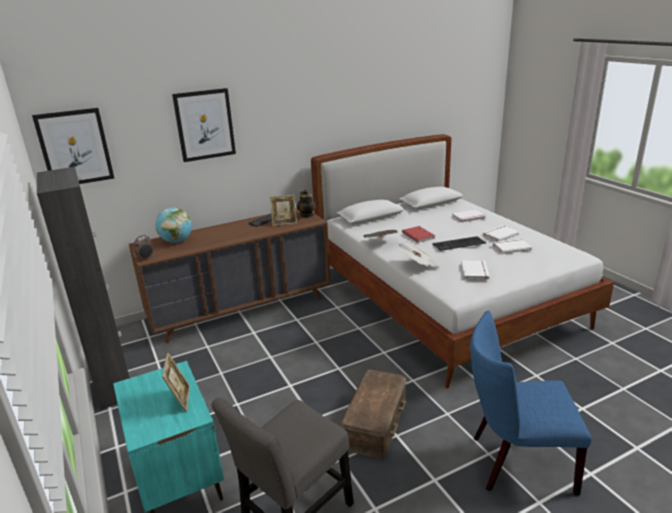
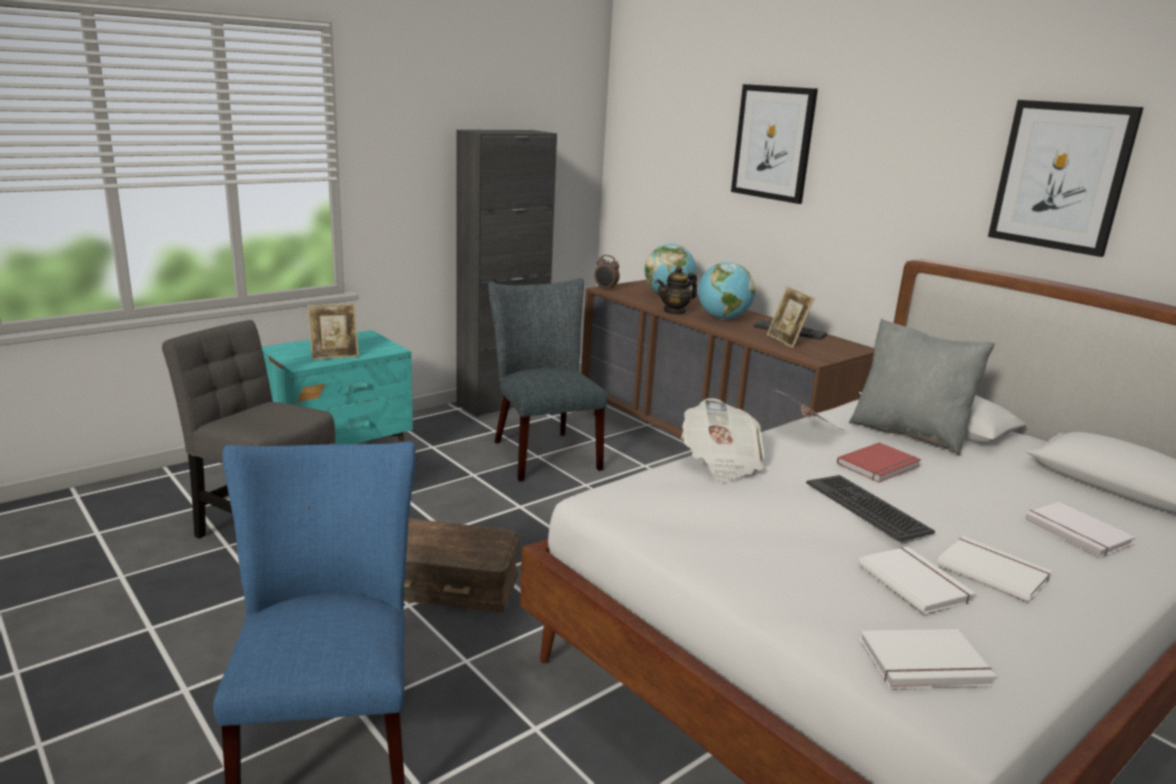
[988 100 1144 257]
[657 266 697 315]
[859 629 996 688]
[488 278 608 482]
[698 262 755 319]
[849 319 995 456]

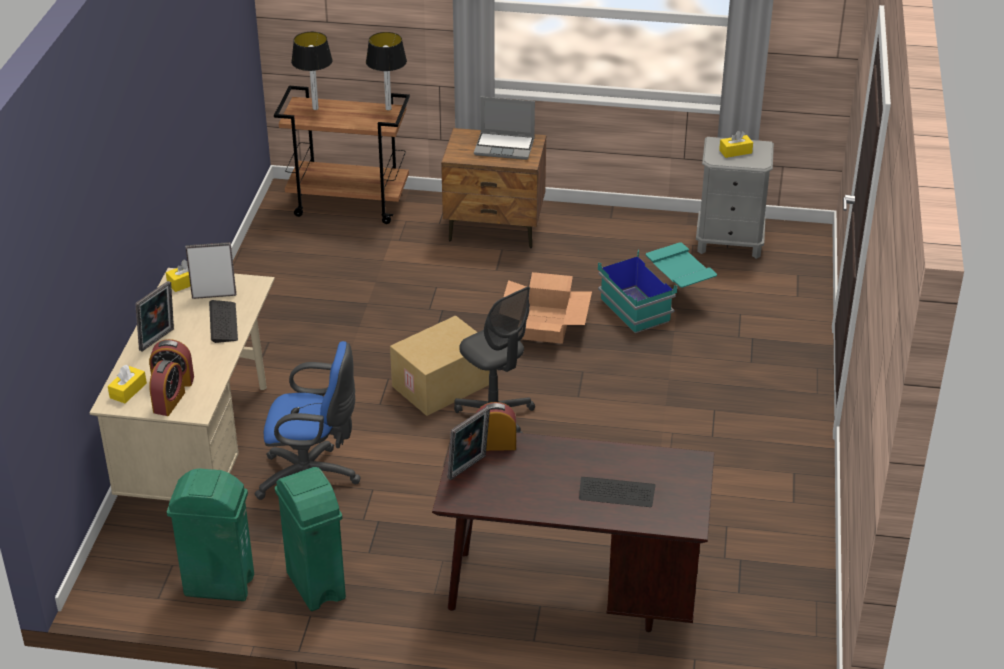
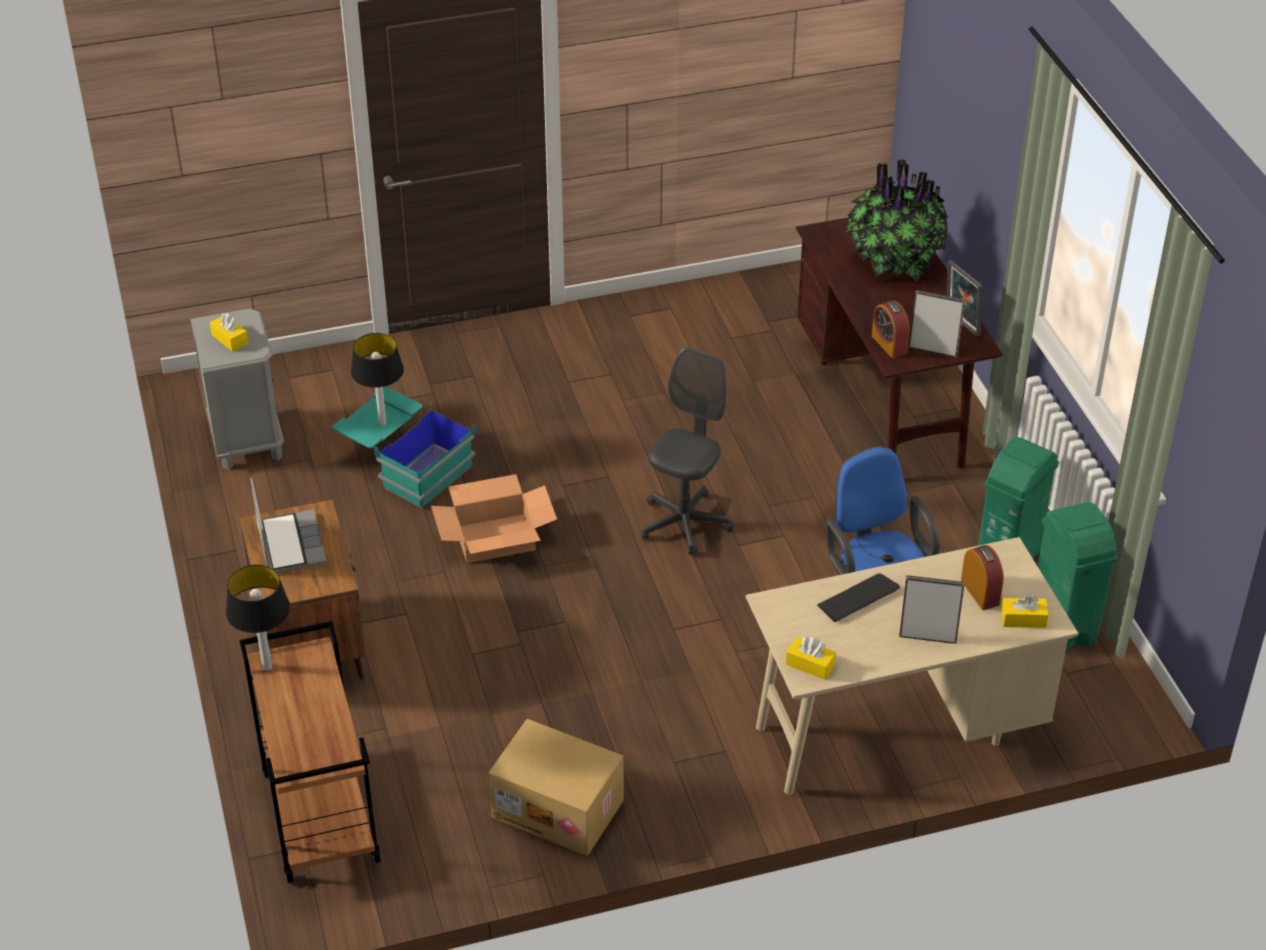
[149 360 185 416] (first image)
[947 260 982 336]
[351 333 404 426]
[488 719 624 856]
[842 160 949 281]

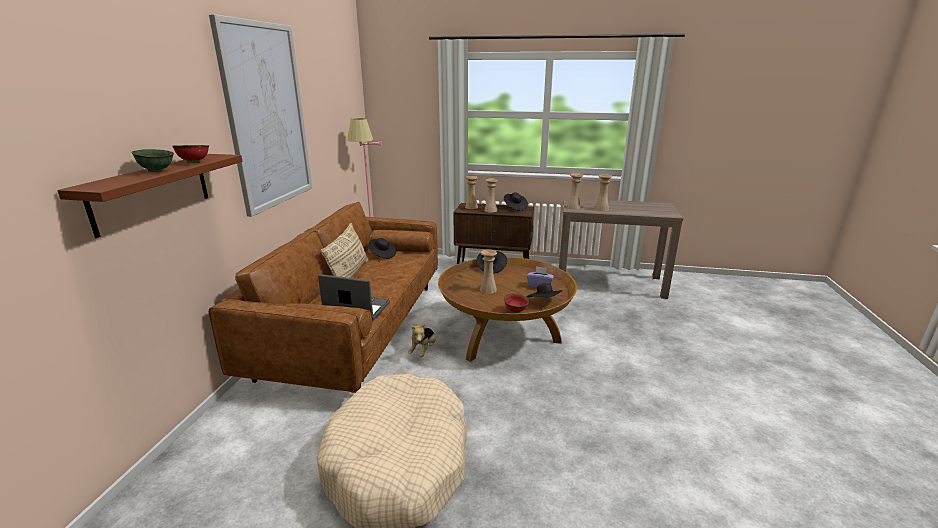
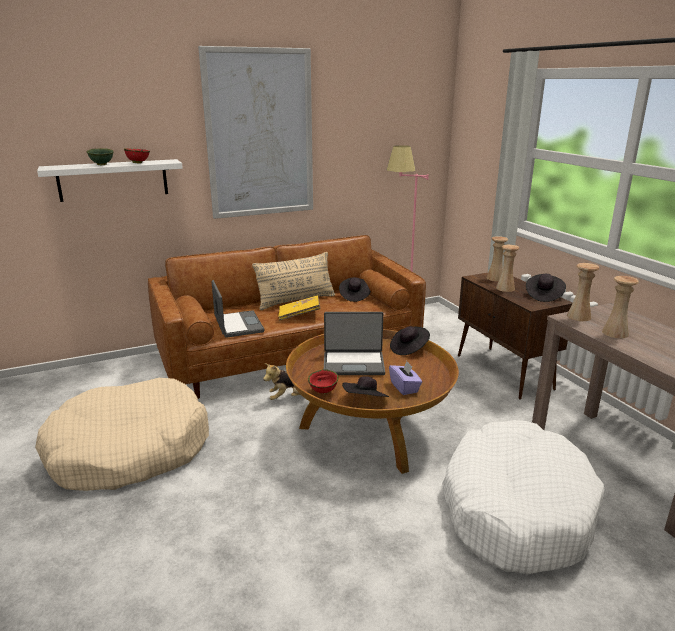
[37 159 183 202]
[324 312 385 375]
[278 296 321 320]
[442 420 605 575]

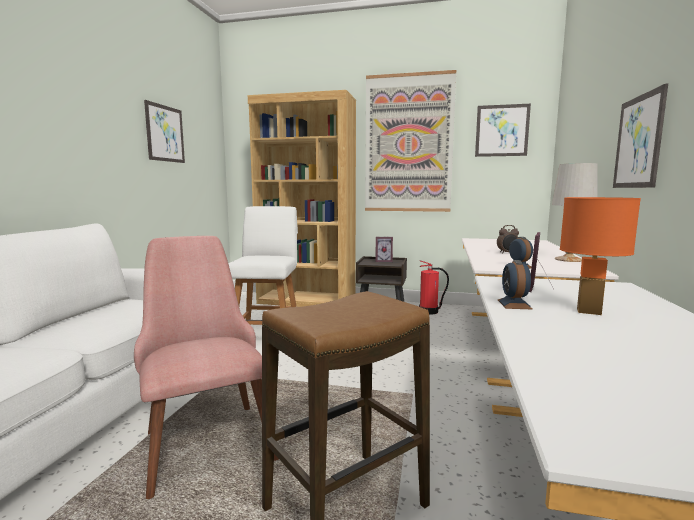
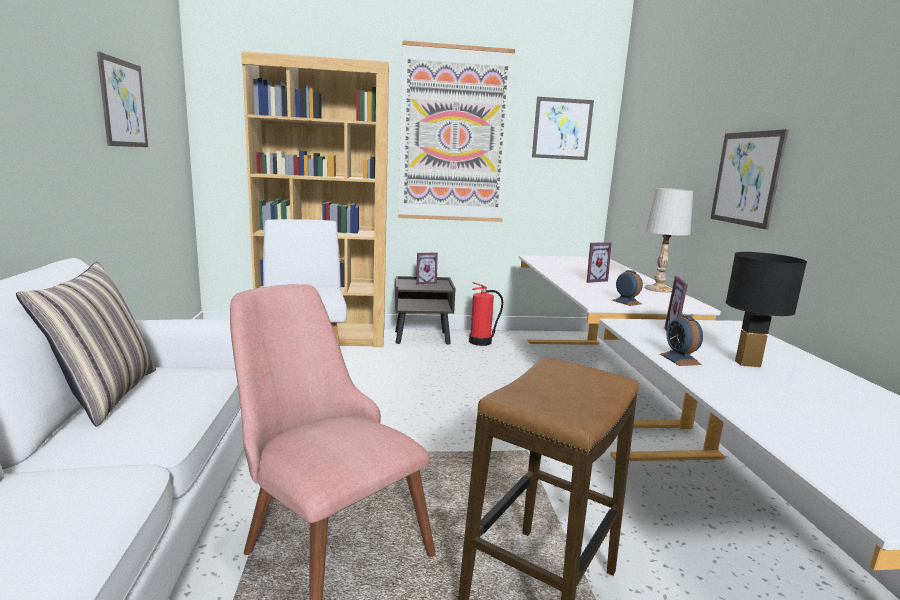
[587 242 612 283]
[726 252 807 367]
[16 262 156 427]

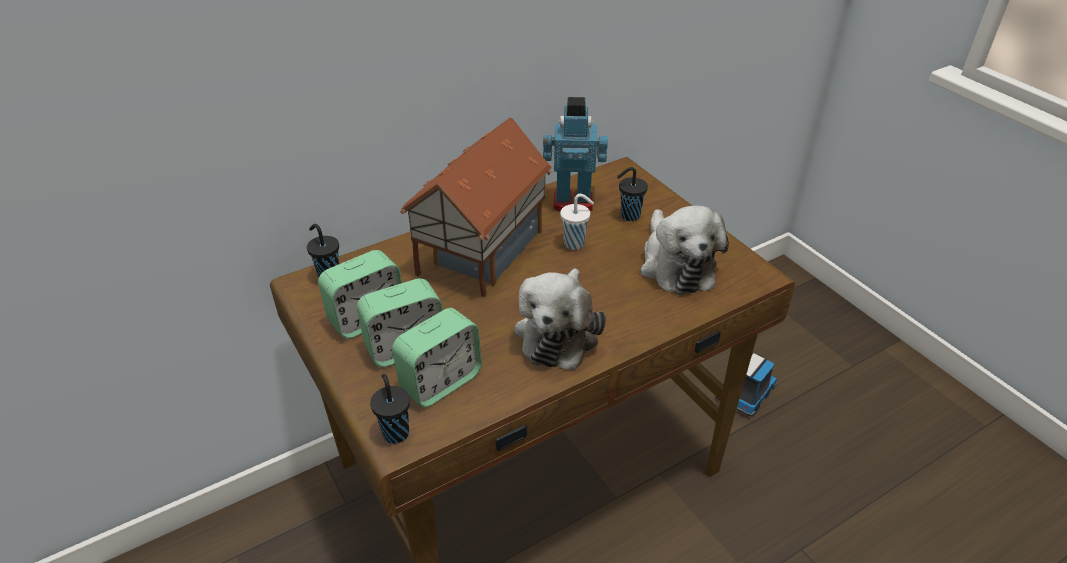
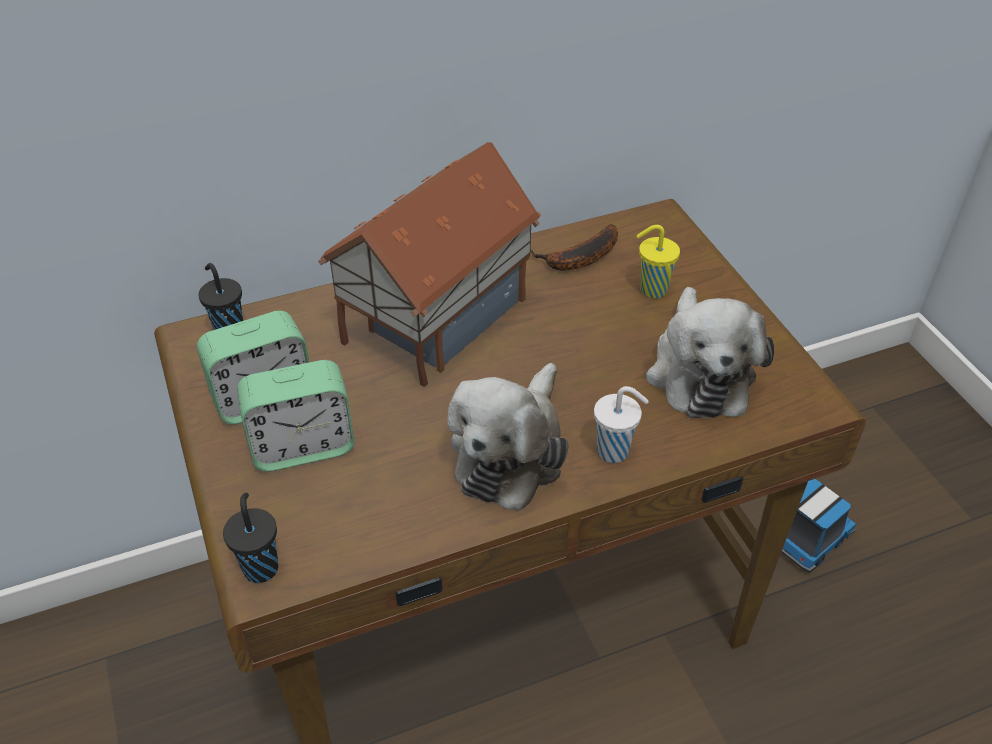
[392 308 482 408] (first image)
[530 224 618 270]
[594 386 649 463]
[637 225 680 298]

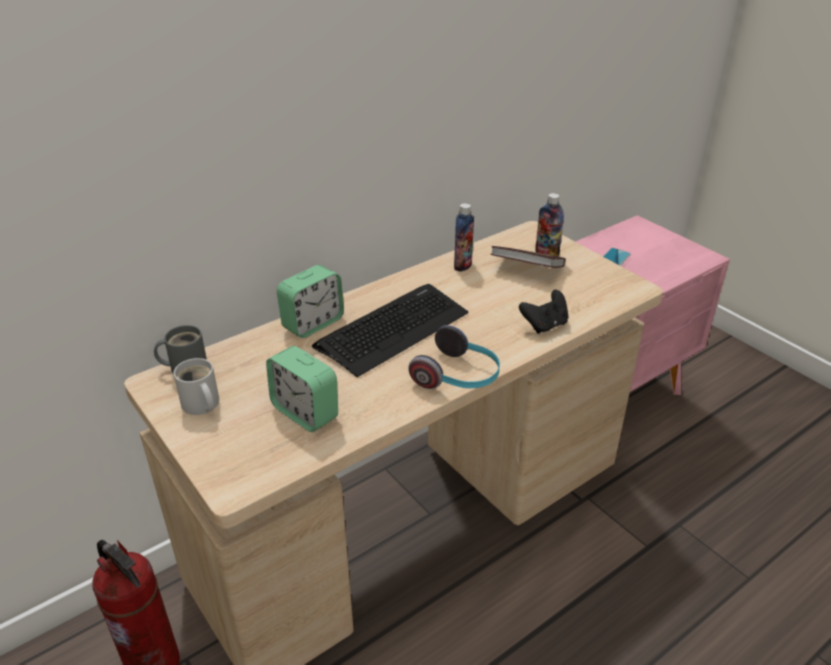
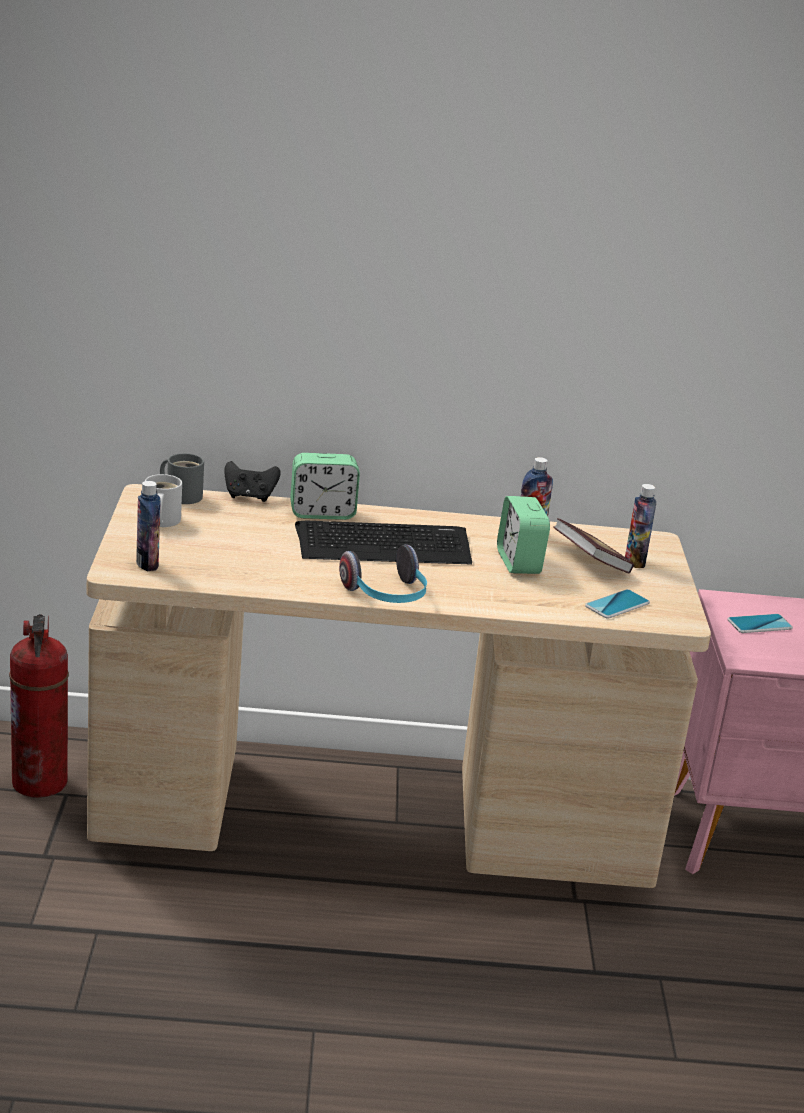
[497 496 550 574]
[225 461 281 502]
[136 481 161 571]
[585 589 650 619]

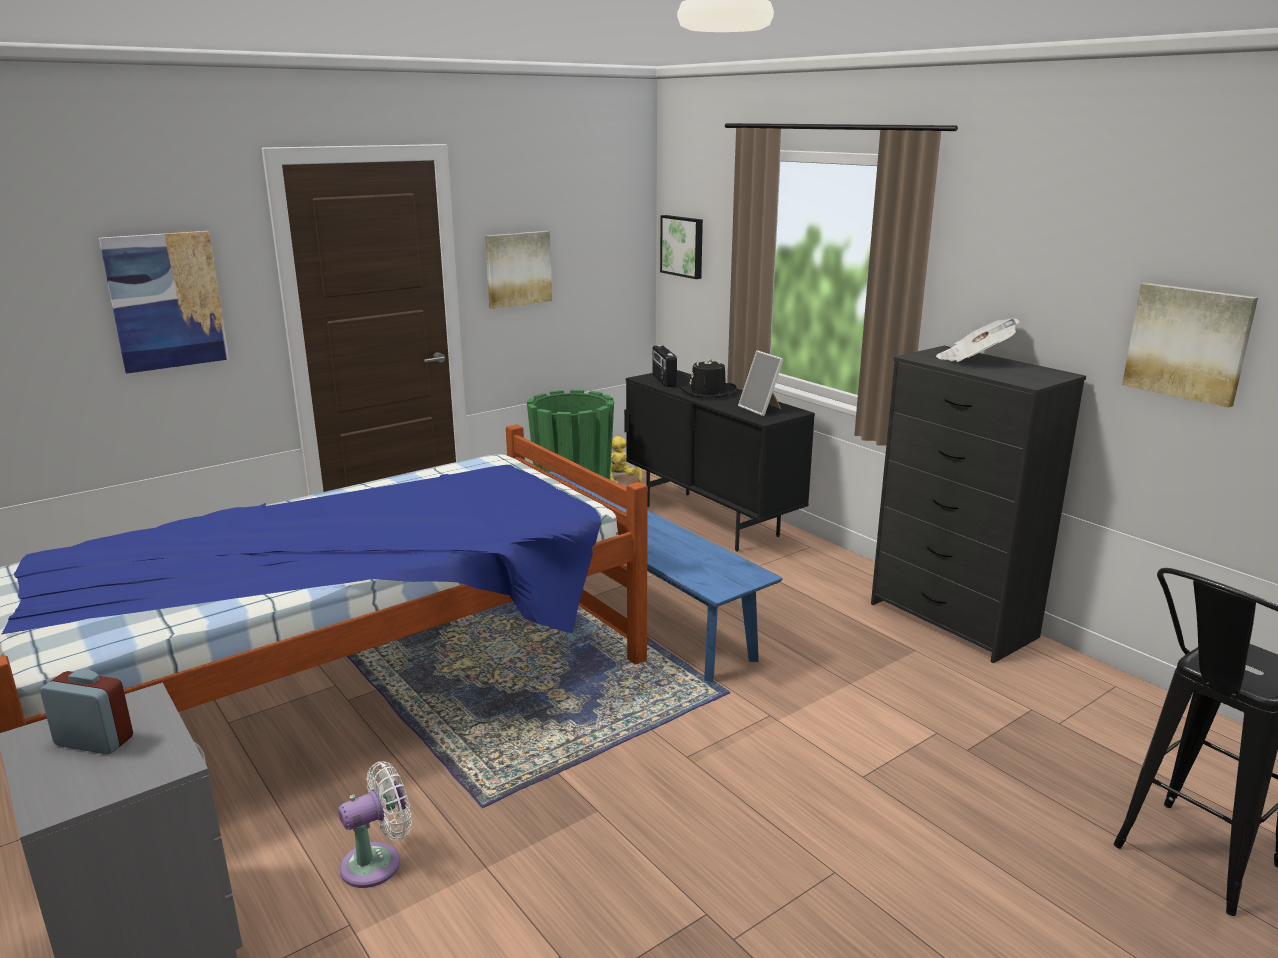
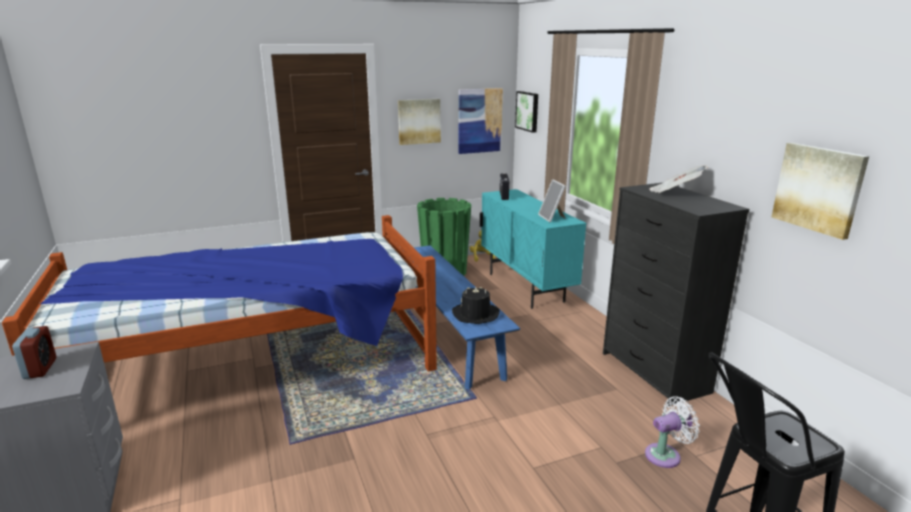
[12 326 56 379]
[459 88 503 154]
[645 396 700 468]
[480 189 586 309]
[452 287 500 324]

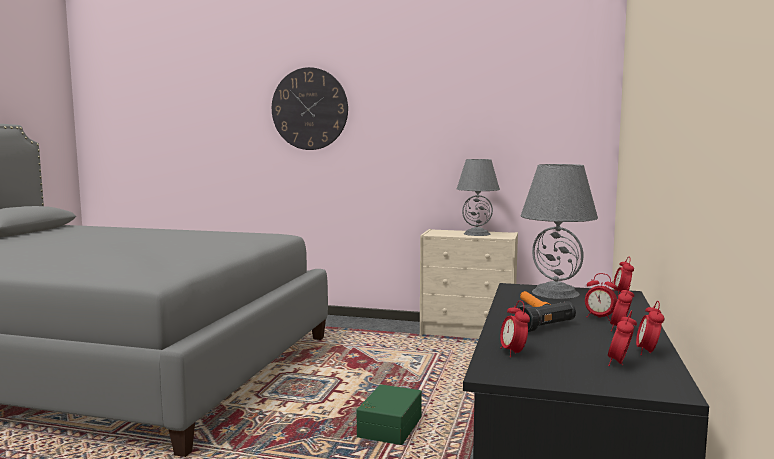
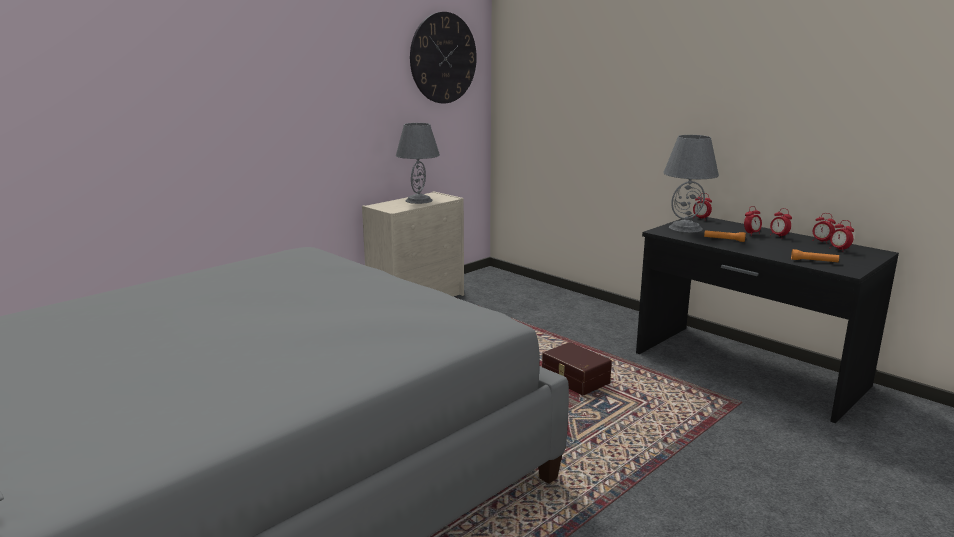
[410 12 477 104]
[542 342 612 395]
[791 249 839 262]
[518 301 576 332] (first image)

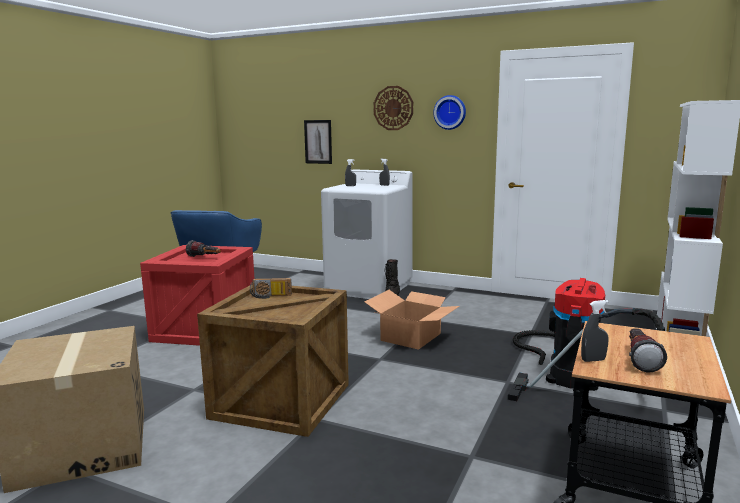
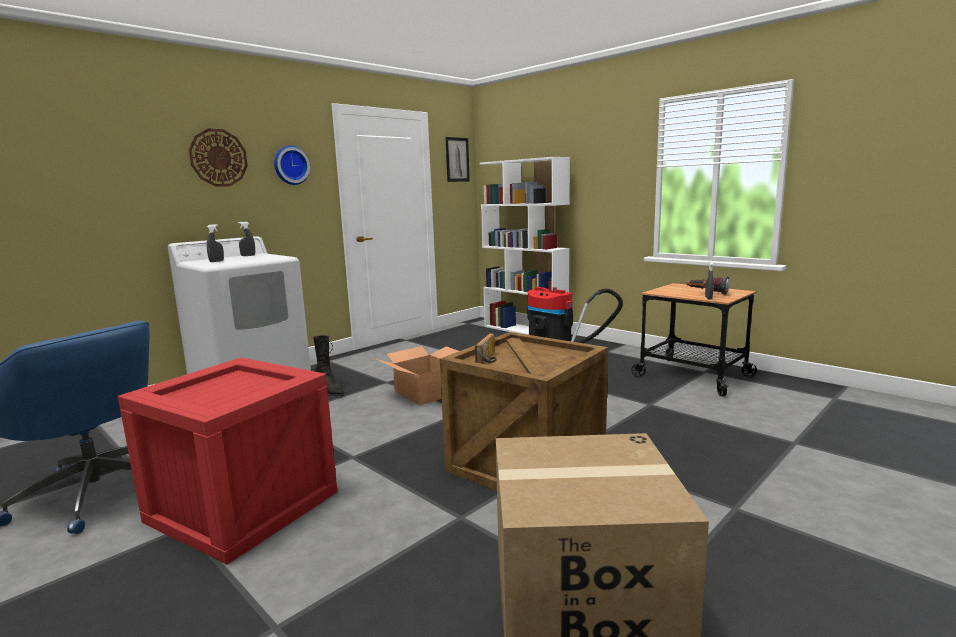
[186 240 221 257] (first image)
[446 137 470 182]

